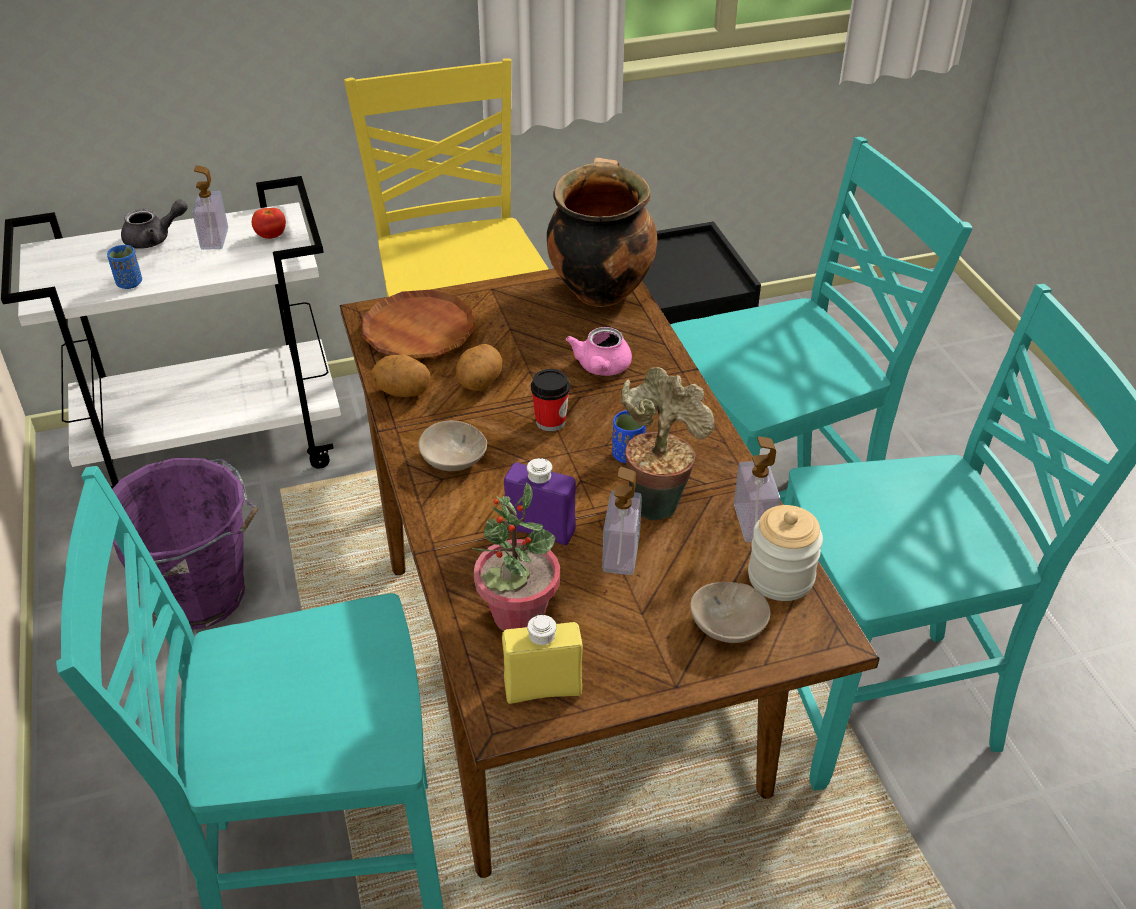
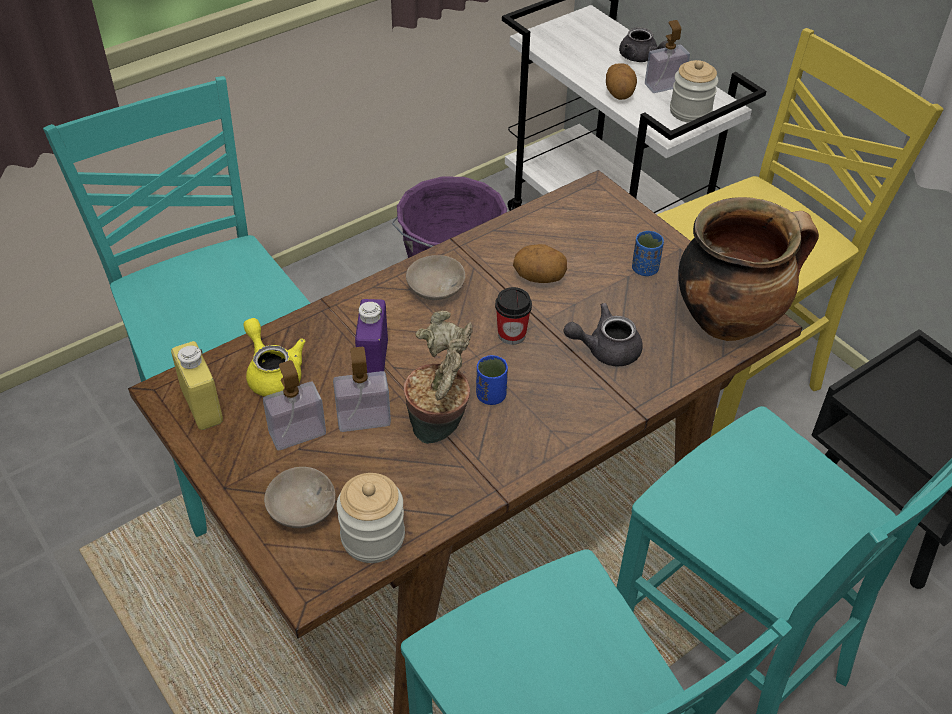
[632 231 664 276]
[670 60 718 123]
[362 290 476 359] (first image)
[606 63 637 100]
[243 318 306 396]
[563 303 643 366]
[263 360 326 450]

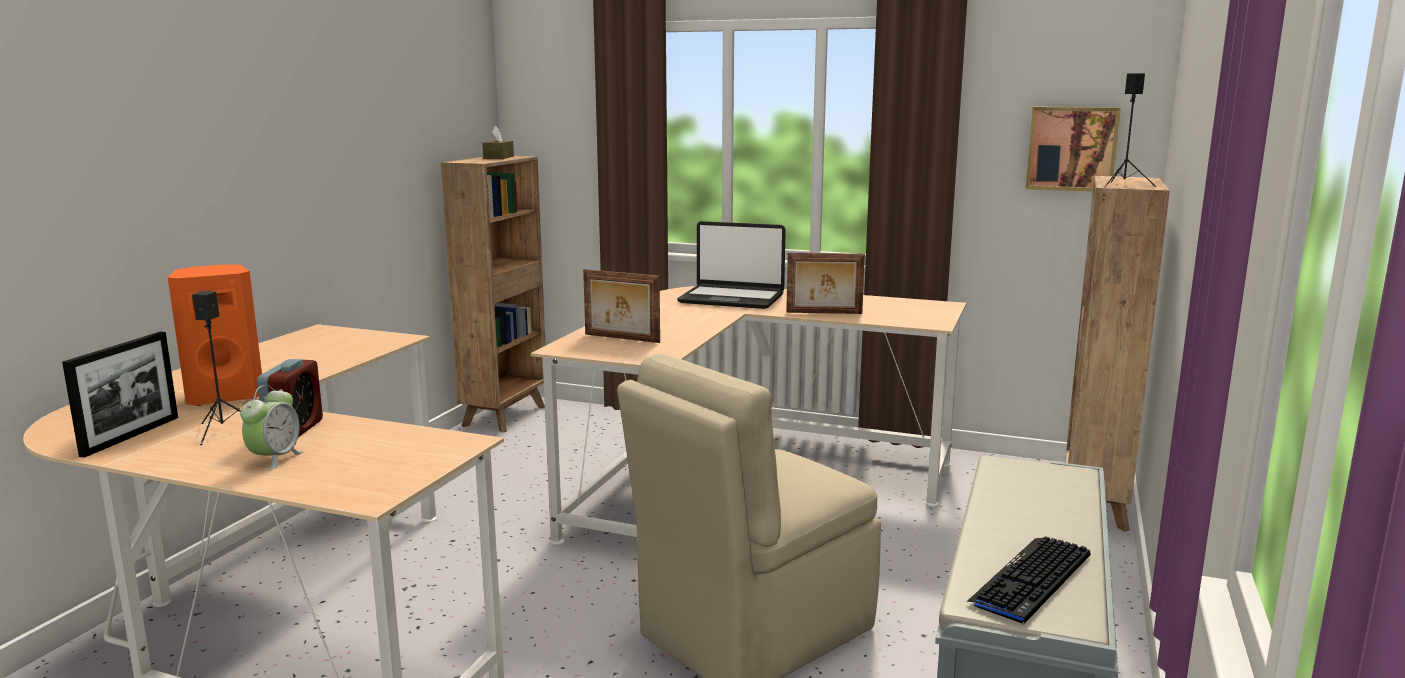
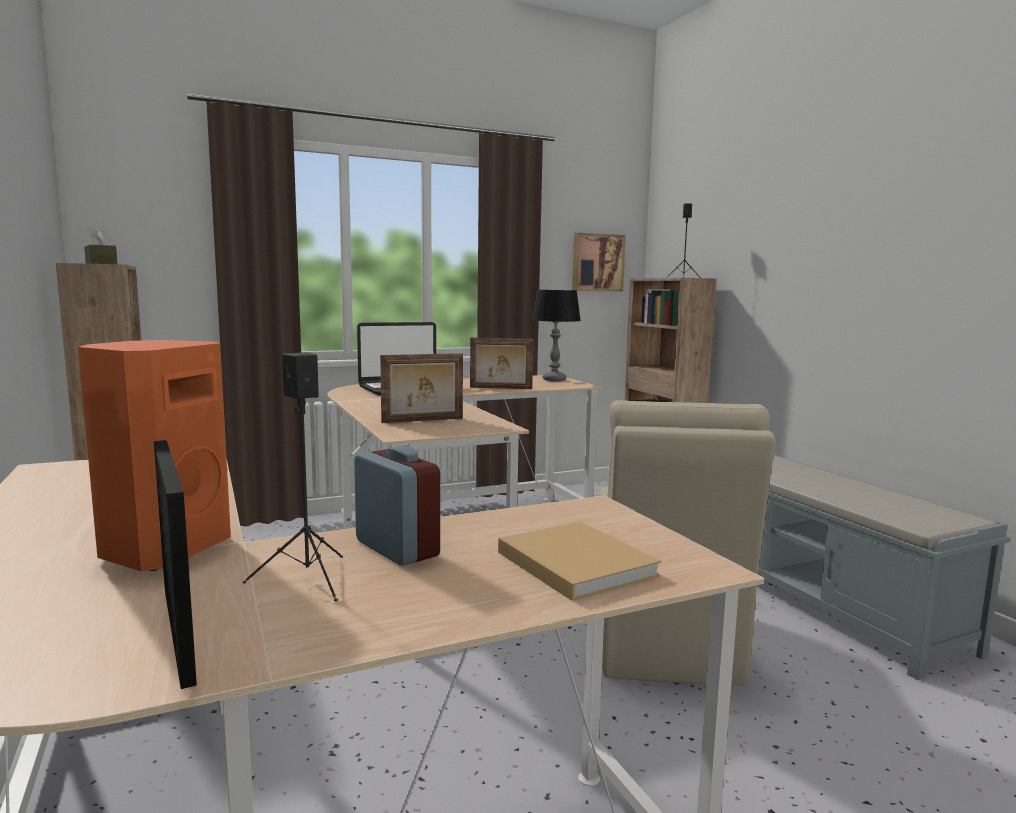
[240 385 304 470] (first image)
[470 337 533 389]
[966 536 1091 624] (first image)
[498 522 661 601]
[531 290 581 381]

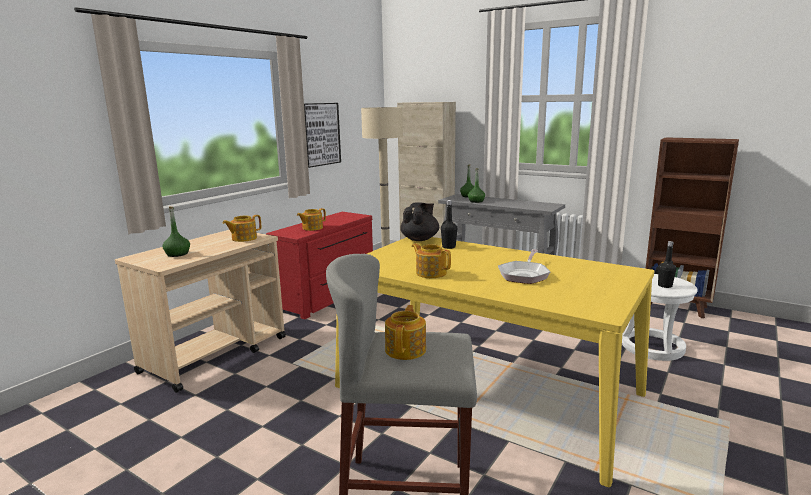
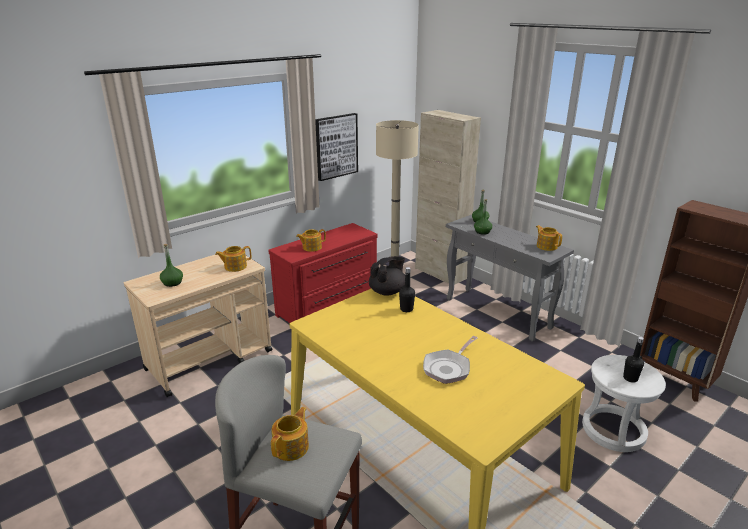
[536 225 562 251]

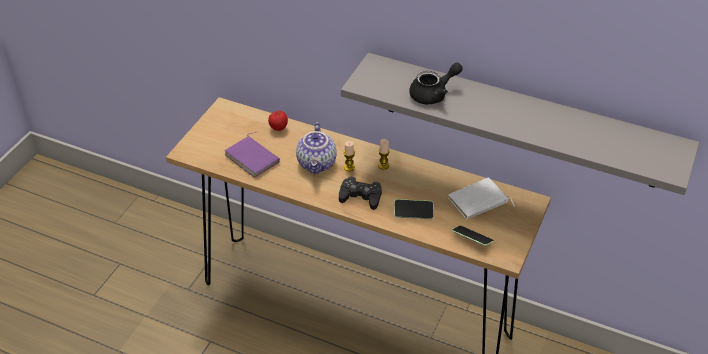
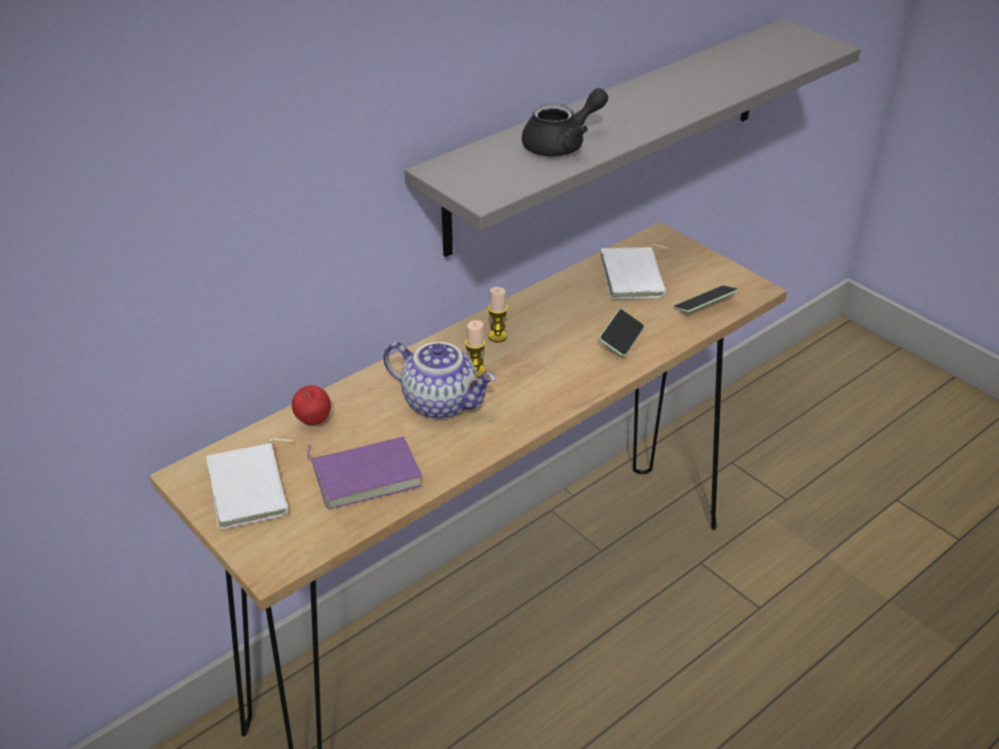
[339 176 382 210] (first image)
[522 88 608 157]
[206 439 293 530]

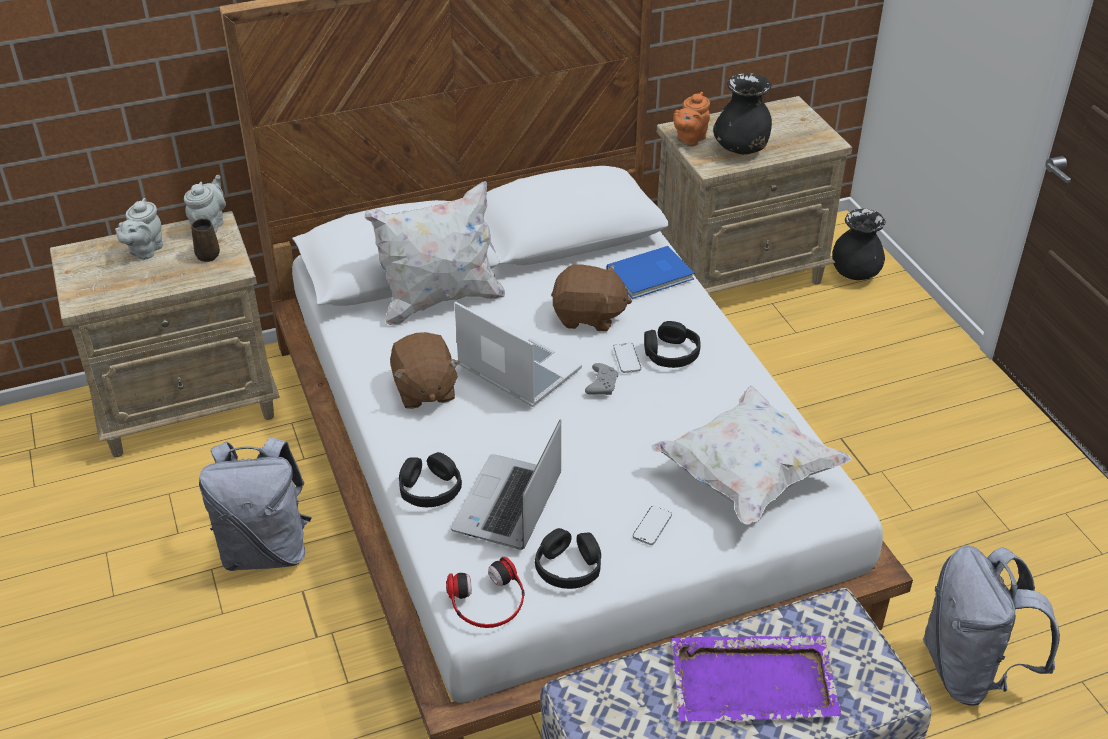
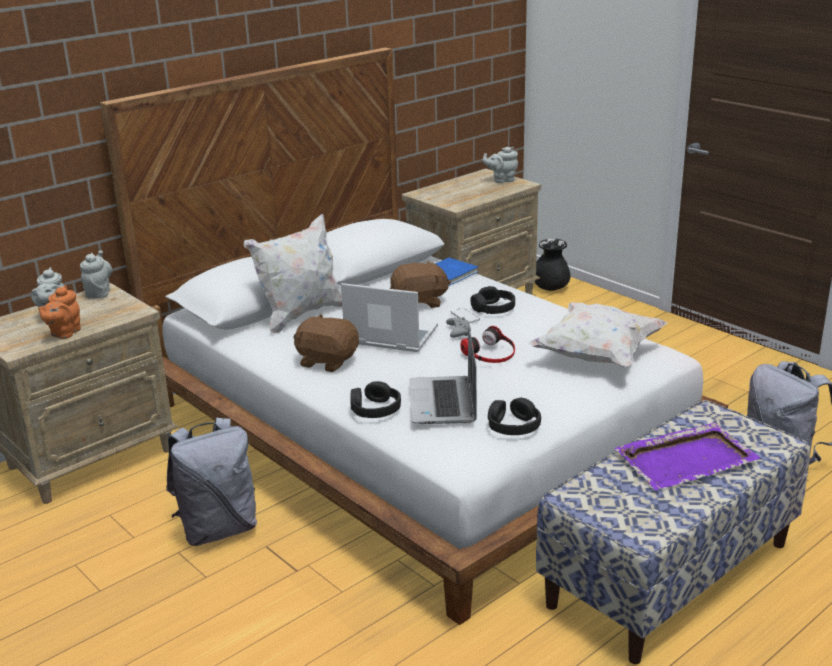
[191 218 220 262] (first image)
[294 314 359 372]
[460 326 515 363]
[633 506 672 545] (first image)
[38 285 81 339]
[713 74 772 154] (first image)
[483 147 518 183]

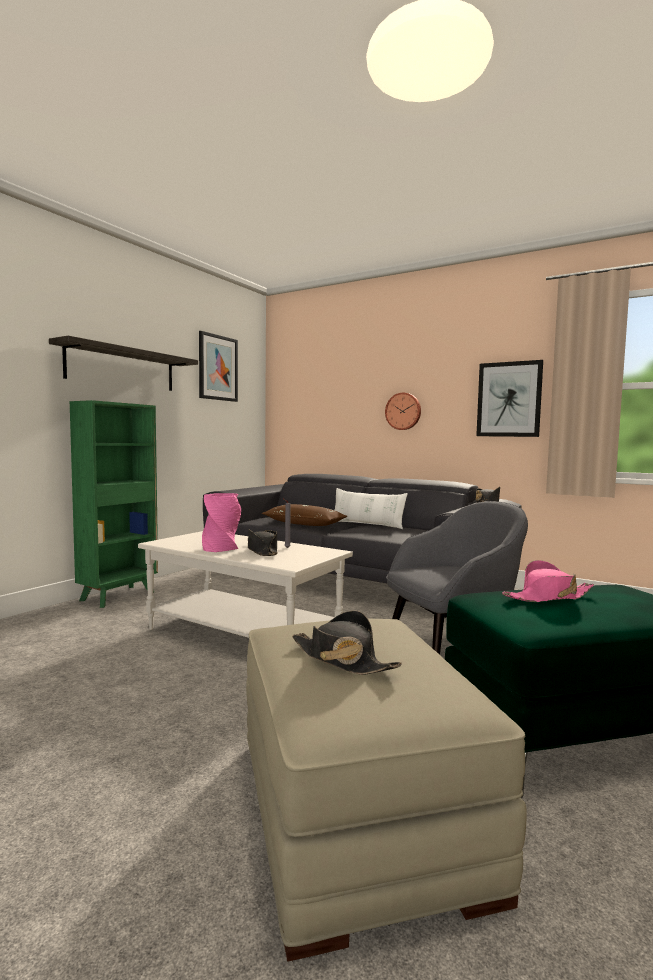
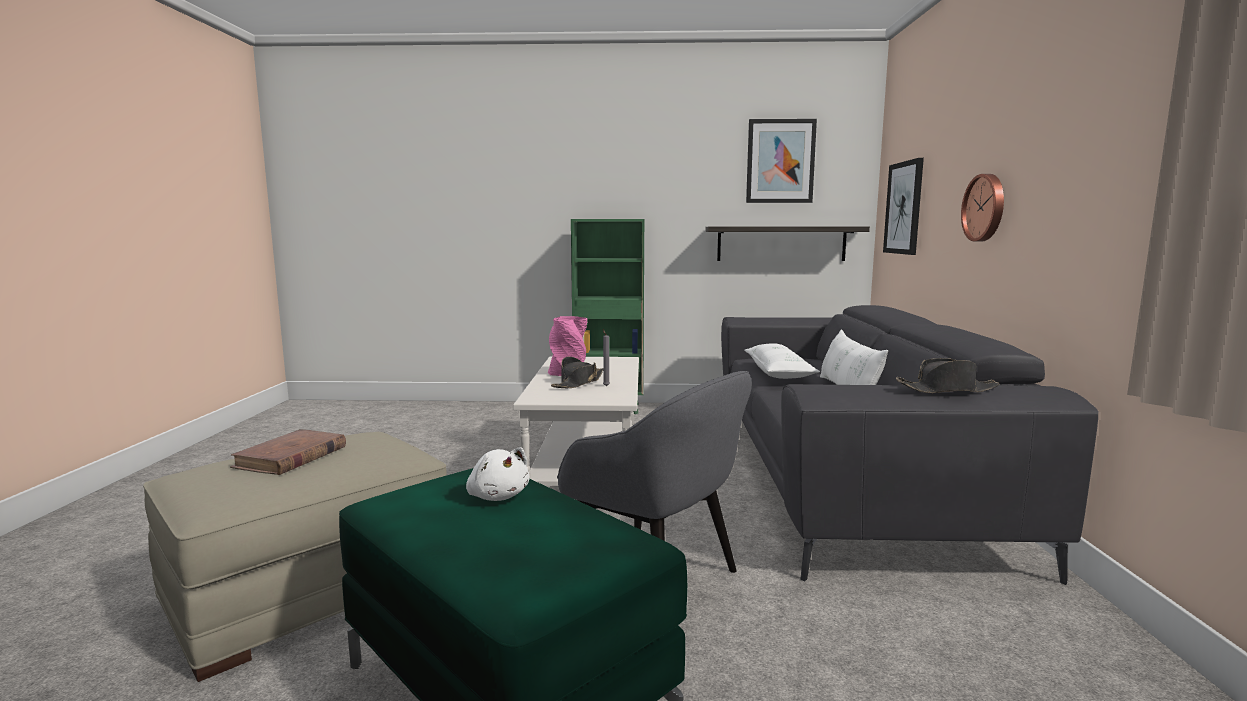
[705 227 870 261]
[744 343 820 379]
[230 429 346 475]
[883 158 924 255]
[466 447 530 501]

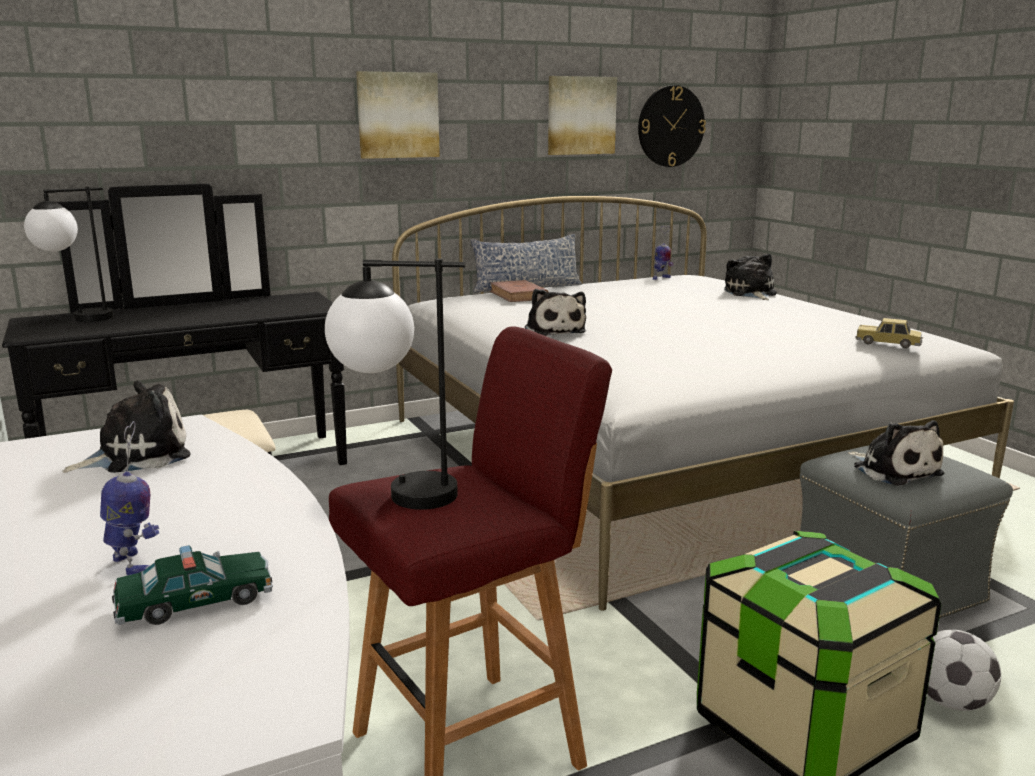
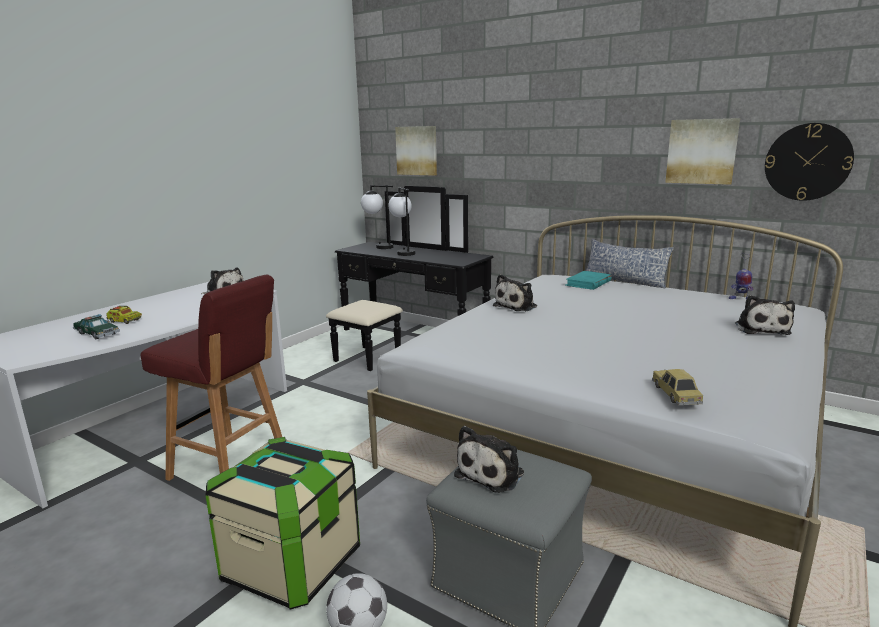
[106 306 142 324]
[388 187 415 256]
[395 126 437 176]
[566 271 611 290]
[735 295 795 335]

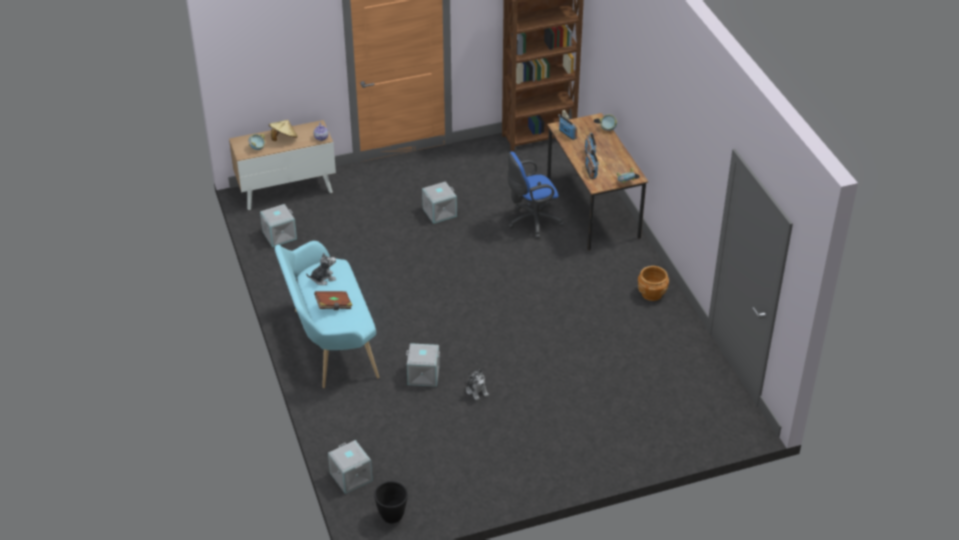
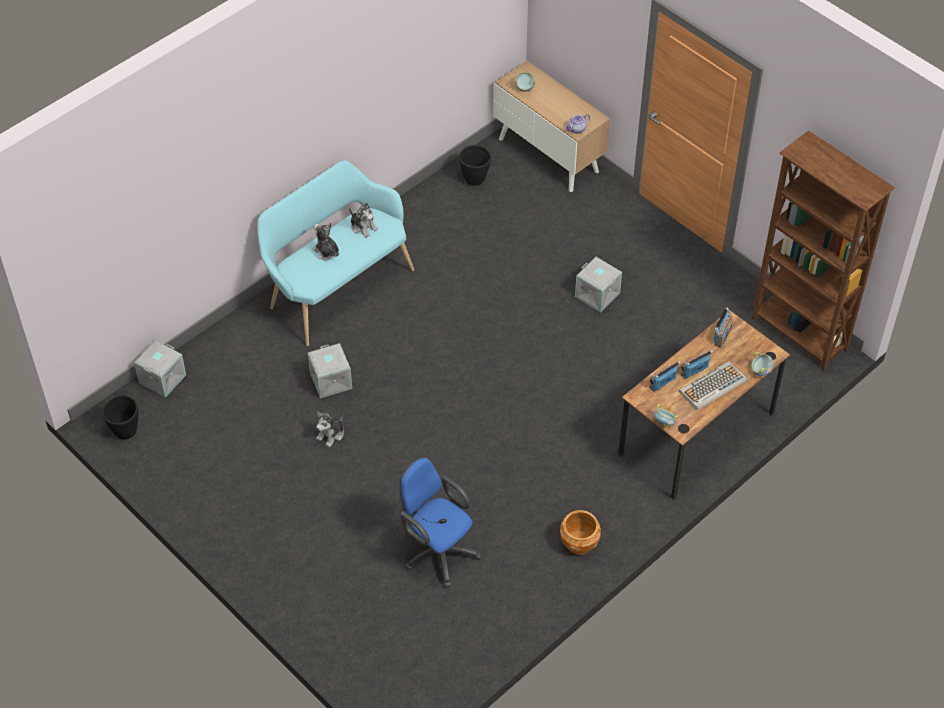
[459 145 491 186]
[269 120 298 141] (first image)
[312 222 339 260]
[400 457 481 588]
[679 361 747 410]

